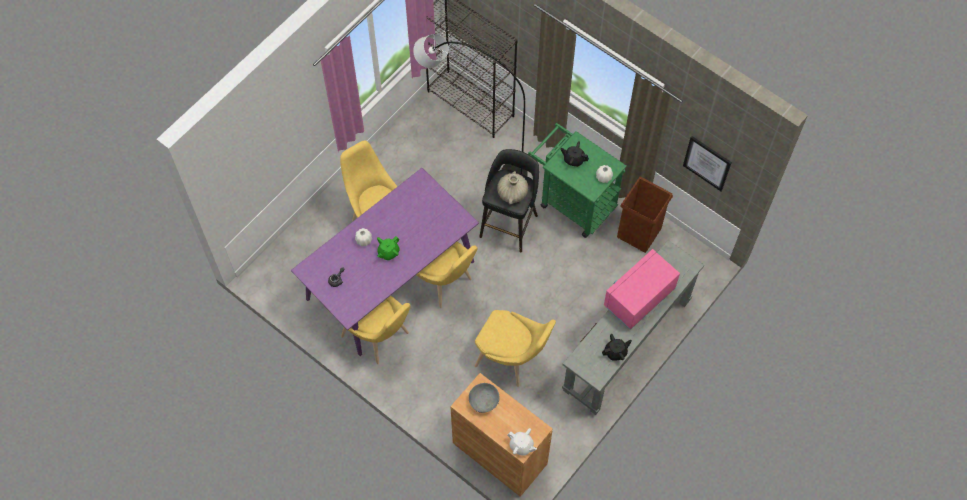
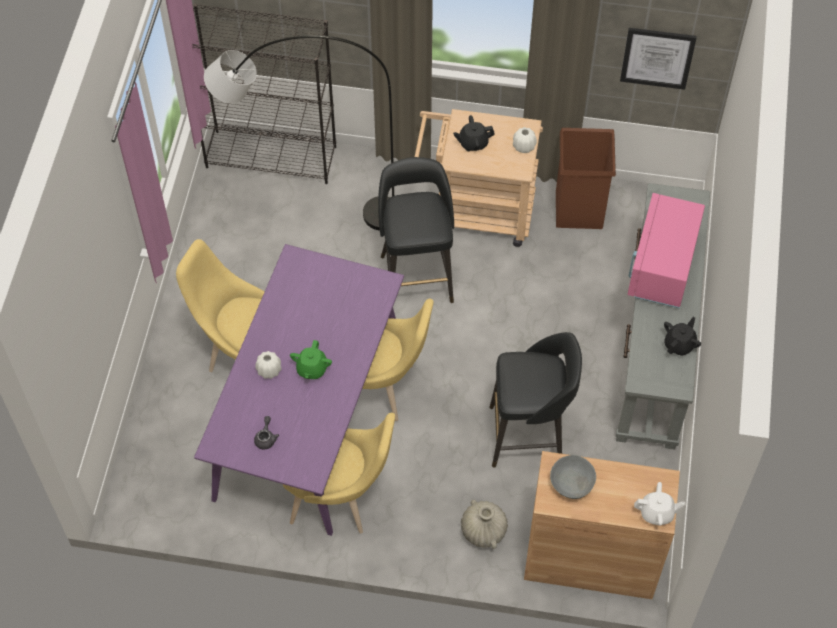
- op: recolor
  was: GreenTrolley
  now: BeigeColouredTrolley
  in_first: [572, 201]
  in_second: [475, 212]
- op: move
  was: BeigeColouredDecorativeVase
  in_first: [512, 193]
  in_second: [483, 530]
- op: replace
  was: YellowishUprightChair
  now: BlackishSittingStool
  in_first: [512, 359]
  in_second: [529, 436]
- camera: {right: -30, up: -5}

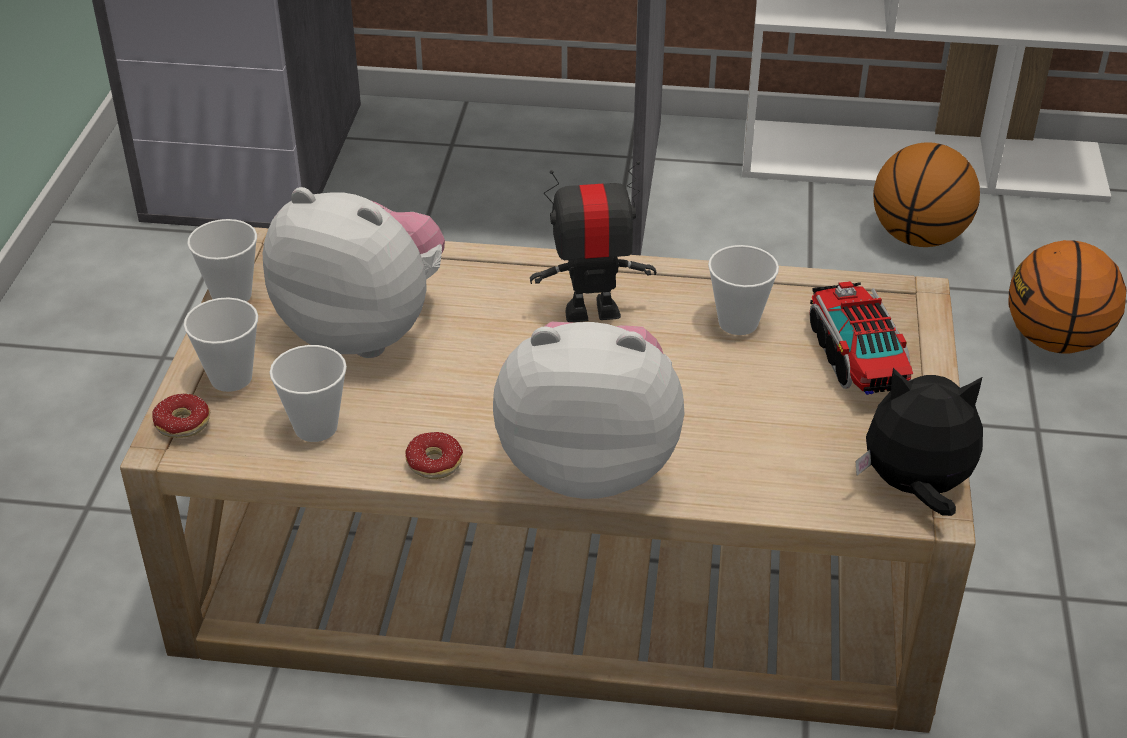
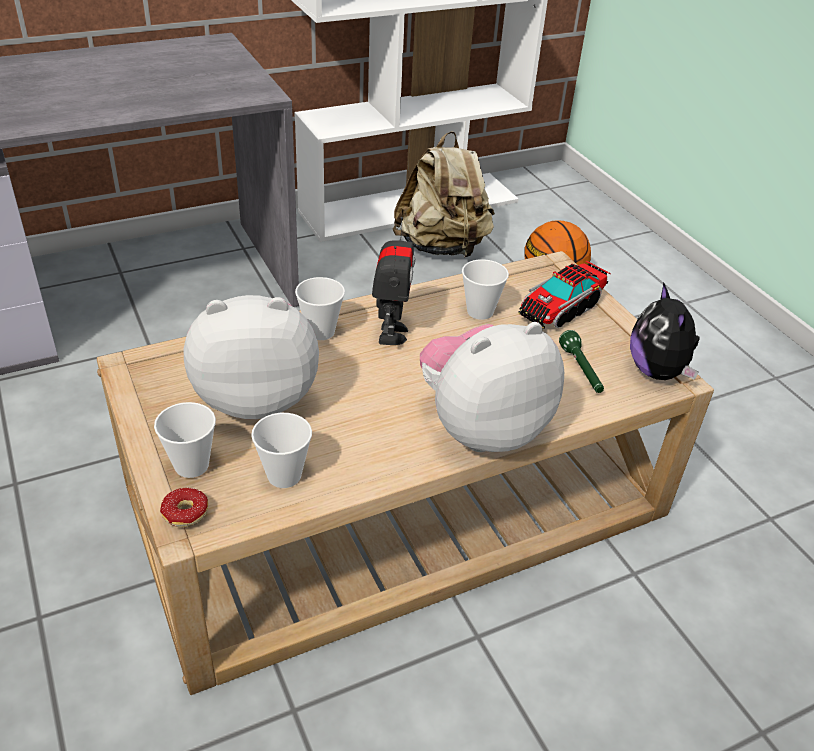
- op: move
  was: Cup
  in_first: [232, 295]
  in_second: [320, 332]
- op: rotate
  was: RobotFigure
  in_first: [592, 311]
  in_second: [391, 333]
  clockwise: 135
- op: replace
  was: Basketball
  now: BeigeColouredRucksack
  in_first: [919, 237]
  in_second: [442, 247]
- op: rotate
  was: ToyTruck
  in_first: [857, 356]
  in_second: [561, 308]
  clockwise: -90
- op: insert
  now: GreenTorch
  in_second: [581, 371]
- op: rotate
  was: SoftToy
  in_first: [915, 489]
  in_second: [658, 371]
  clockwise: -75
- op: delete
  was: Donut
  in_first: [425, 468]
- camera: {right: -35, up: 0}

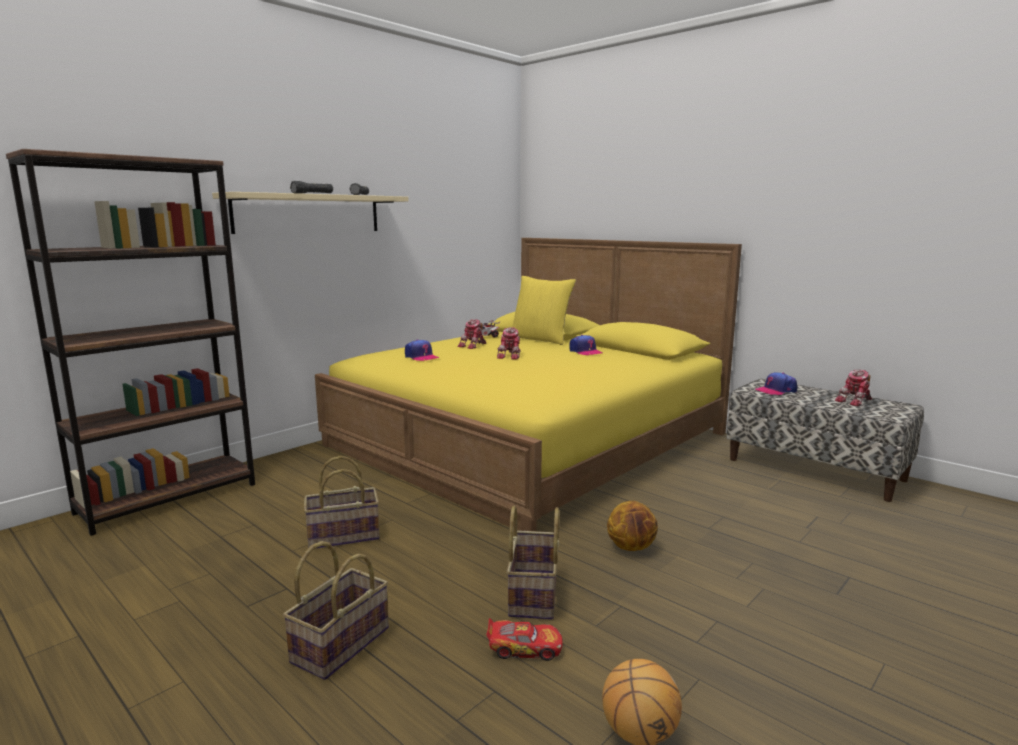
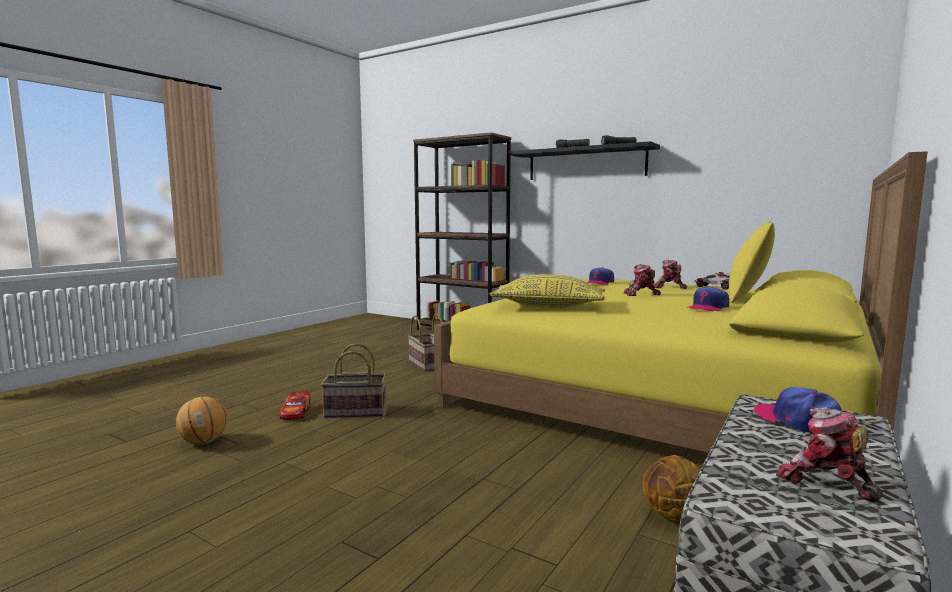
- op: insert
  now: YellowishCushion
  in_second: [548, 306]
- op: recolor
  was: BeigeColouredBracketShelf
  now: BlackishBracketShelf
  in_first: [309, 213]
  in_second: [585, 163]
- op: move
  was: Basketball
  in_first: [631, 548]
  in_second: [672, 515]
- op: delete
  was: HouseholdBasket
  in_first: [340, 644]
- camera: {right: 80, up: -5}

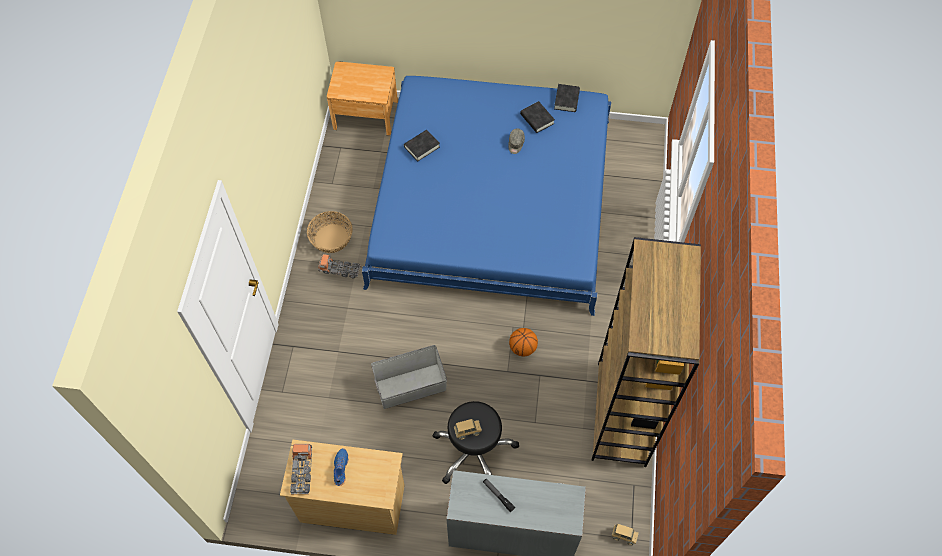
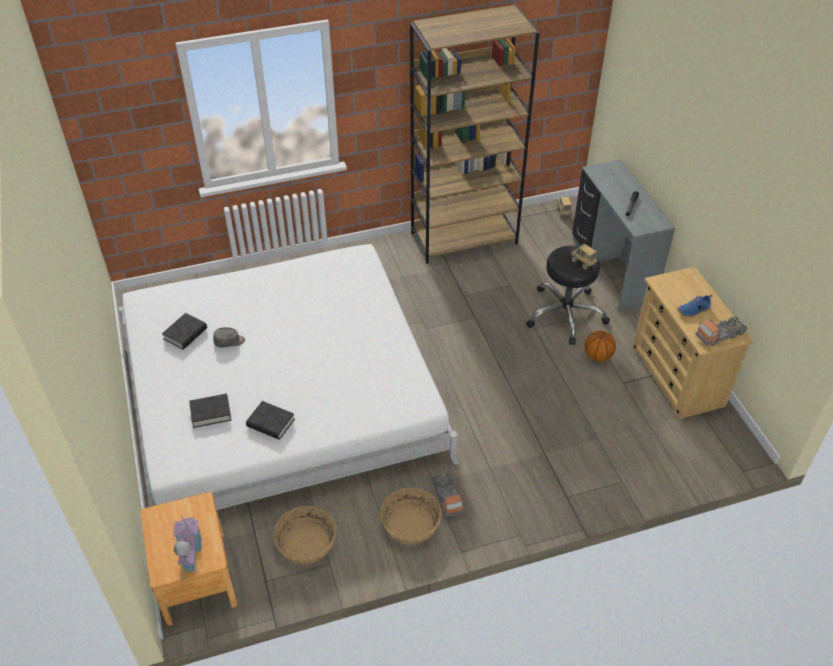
- op: recolor
  was: BluishSleepingBed
  now: WhiteColouredSleepingBed
  in_first: [491, 201]
  in_second: [282, 394]
- op: insert
  now: ToyHouse
  in_second: [190, 553]
- op: move
  was: BlackishBoundBook
  in_first: [566, 100]
  in_second: [211, 412]
- op: insert
  now: HouseholdBasket
  in_second: [306, 544]
- op: move
  was: Basketball
  in_first: [522, 348]
  in_second: [598, 356]
- op: delete
  was: GreyishStorageBin
  in_first: [411, 386]
- camera: {right: -115, up: -15}

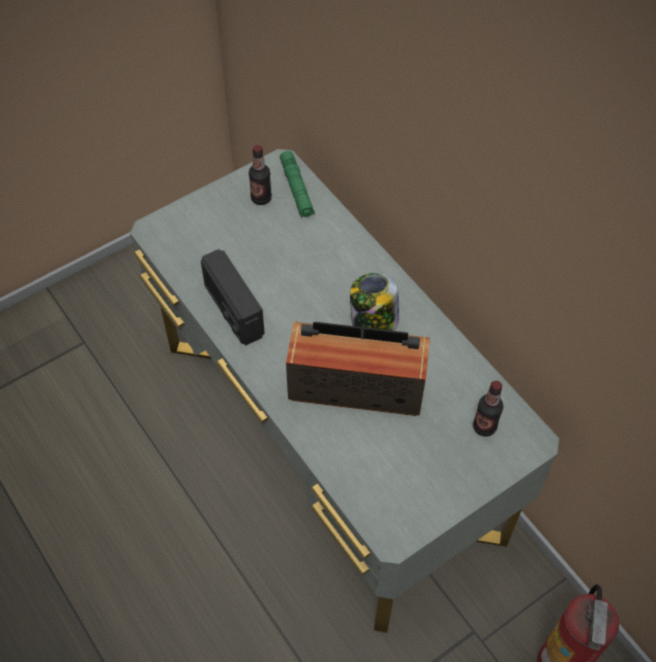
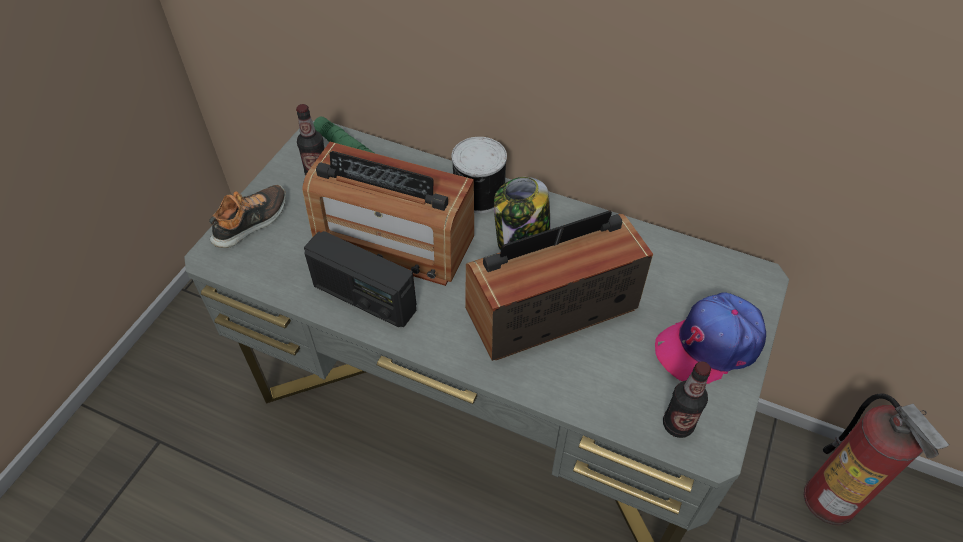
- op: insert
  now: Shoe
  in_second: [252, 222]
- op: insert
  now: RadioReceiver
  in_second: [393, 240]
- op: insert
  now: MetalCan
  in_second: [477, 194]
- op: insert
  now: PeakedCap
  in_second: [709, 345]
- op: move
  was: Bottle
  in_first: [484, 427]
  in_second: [677, 425]
- camera: {right: -30, up: -5}

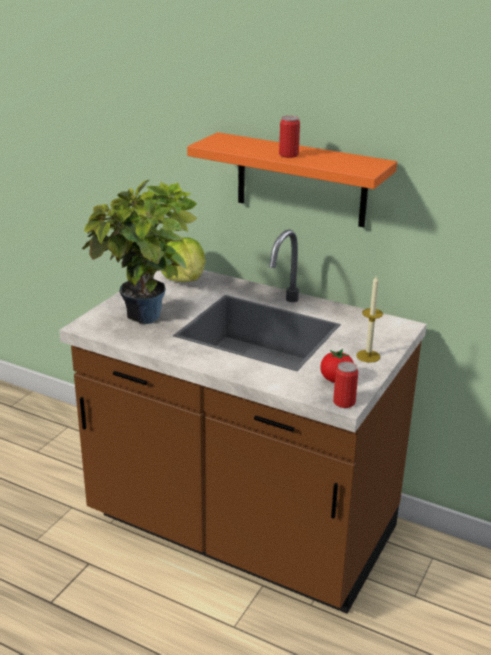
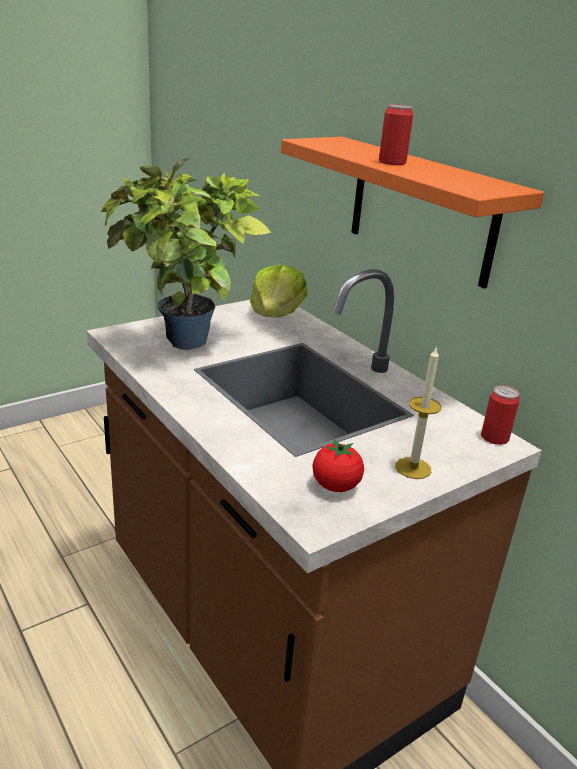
- op: move
  was: MetalCan
  in_first: [344, 402]
  in_second: [494, 437]
- camera: {right: 25, up: 0}

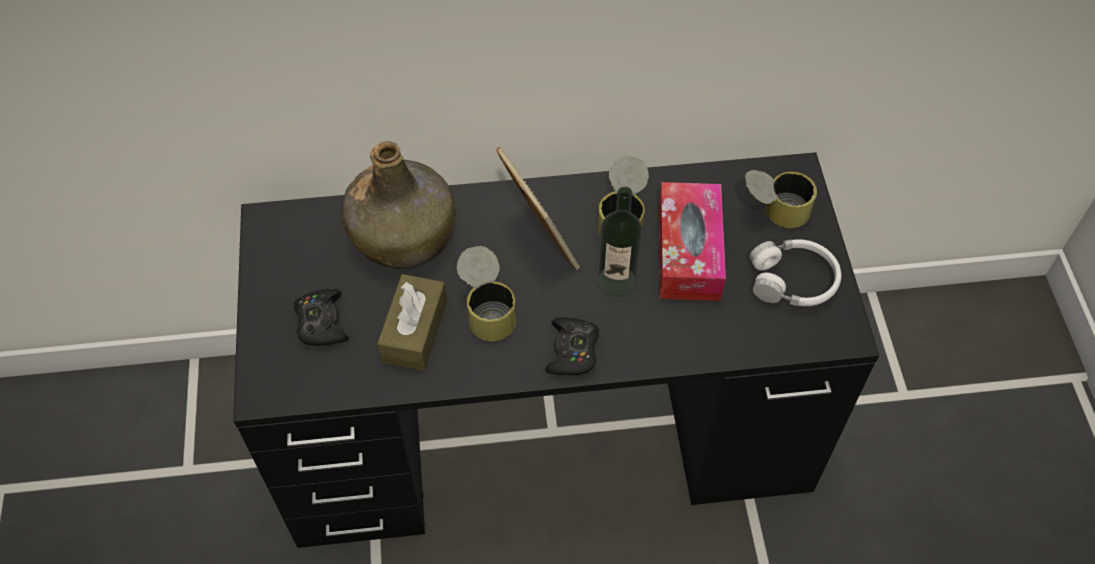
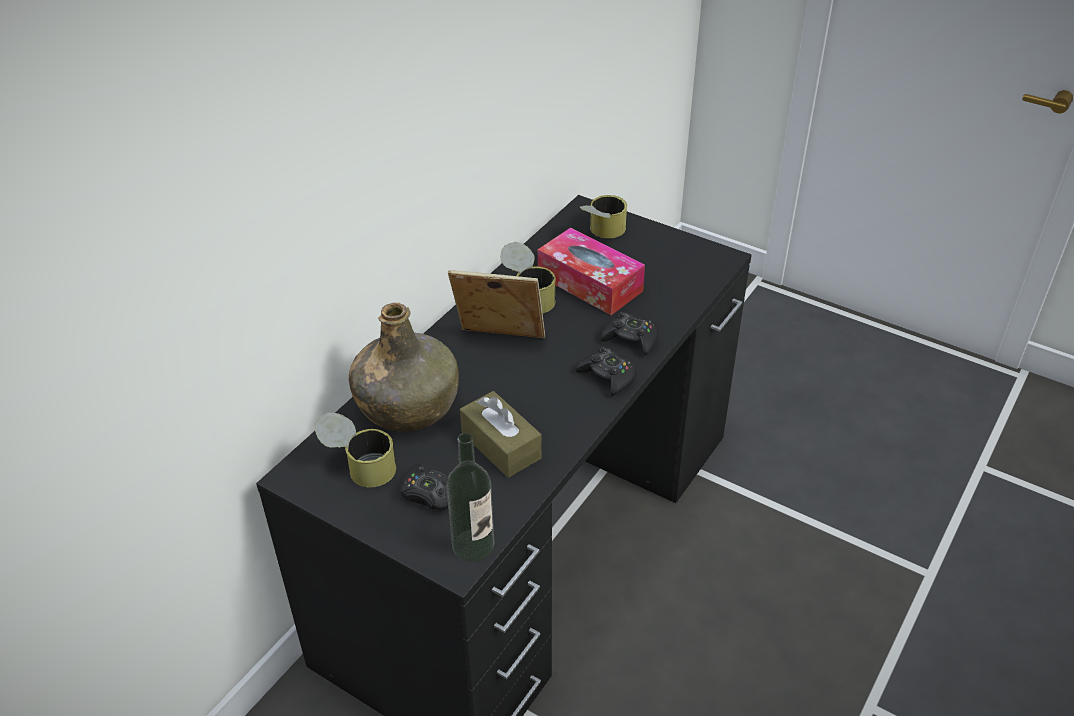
- op: move
  was: MetalCan
  in_first: [487, 308]
  in_second: [359, 466]
- op: move
  was: Bottle
  in_first: [616, 280]
  in_second: [473, 545]
- op: insert
  now: BlackishGamepad
  in_second: [631, 339]
- op: delete
  was: WhiteColouredPairOfHeadphones
  in_first: [793, 281]
- camera: {right: -50, up: -15}

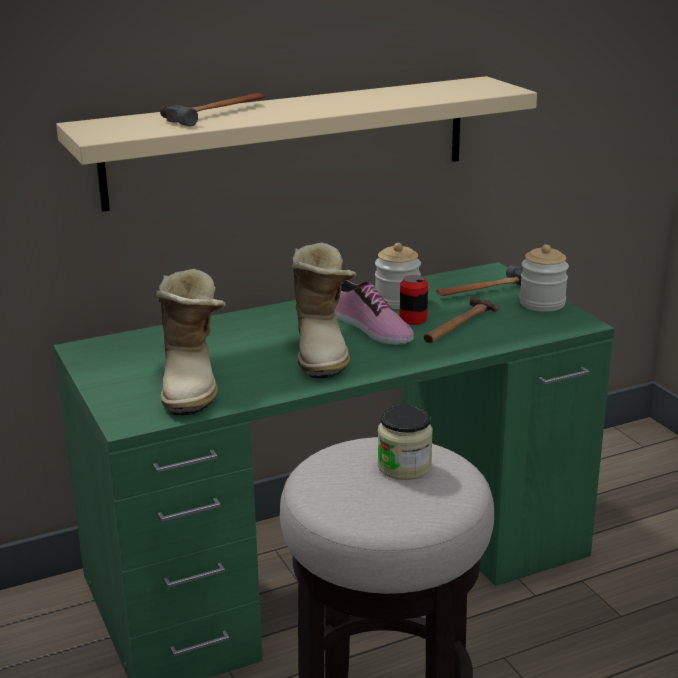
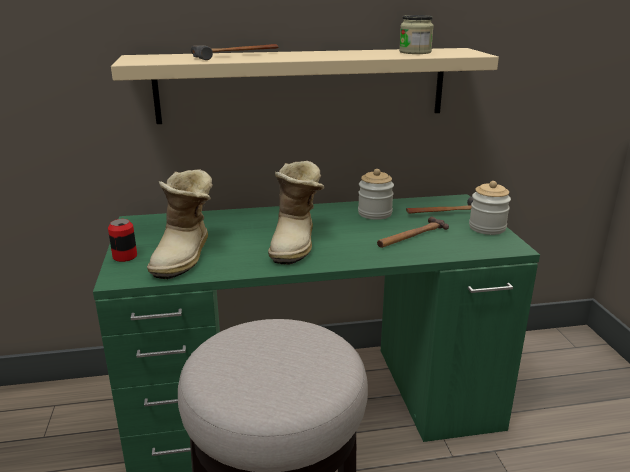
- op: move
  was: MetalCan
  in_first: [413, 319]
  in_second: [125, 256]
- op: move
  was: Jar
  in_first: [404, 466]
  in_second: [415, 52]
- op: delete
  was: Shoe
  in_first: [369, 328]
- camera: {right: 15, up: 0}

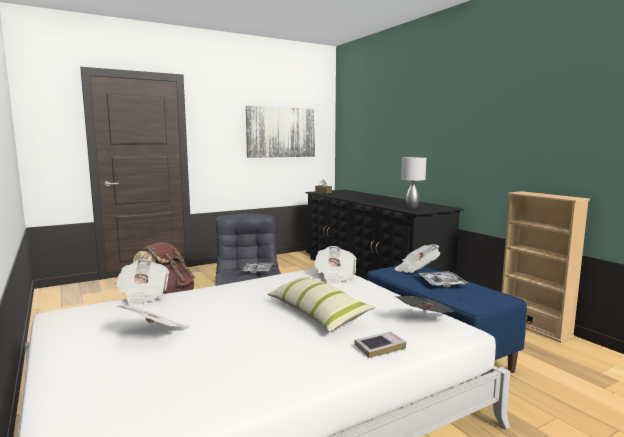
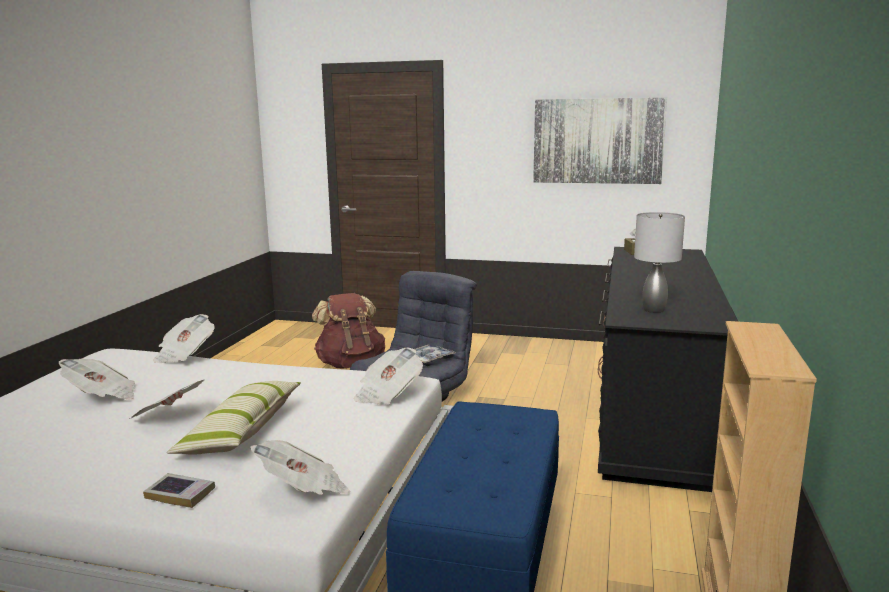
- op: move
  was: DailyPaper
  in_first: [416, 270]
  in_second: [169, 417]
- op: delete
  was: ServingTray
  in_first: [442, 283]
- camera: {right: 45, up: 5}

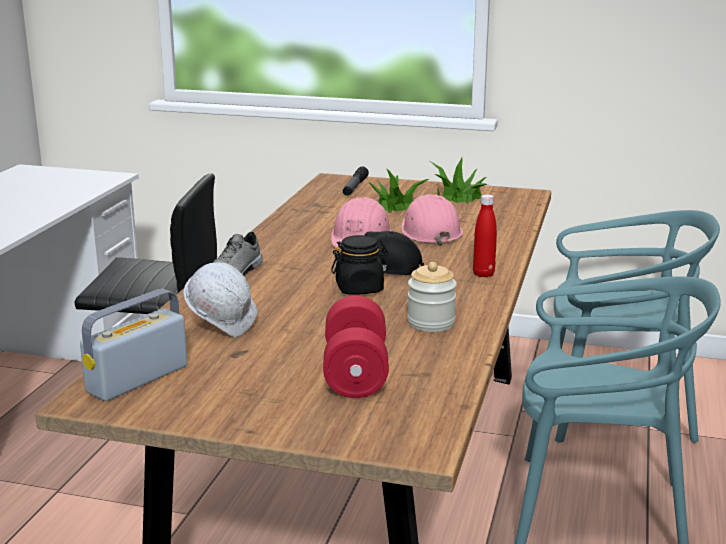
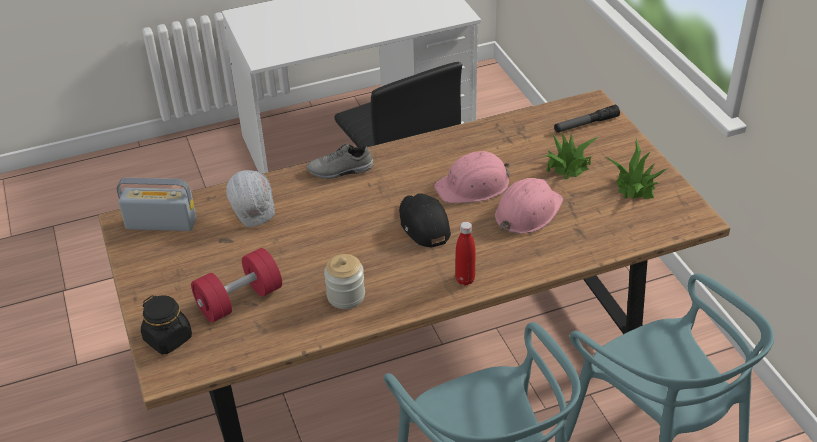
- op: move
  was: BlackishJar
  in_first: [360, 288]
  in_second: [168, 339]
- camera: {right: 55, up: 20}

